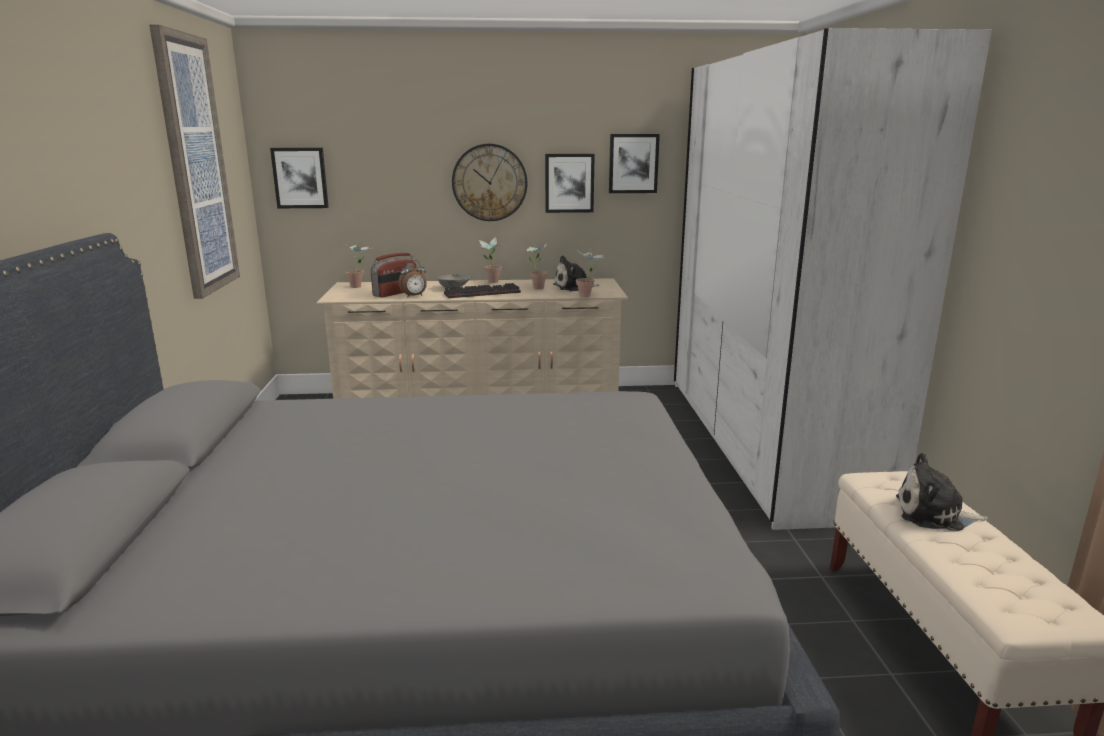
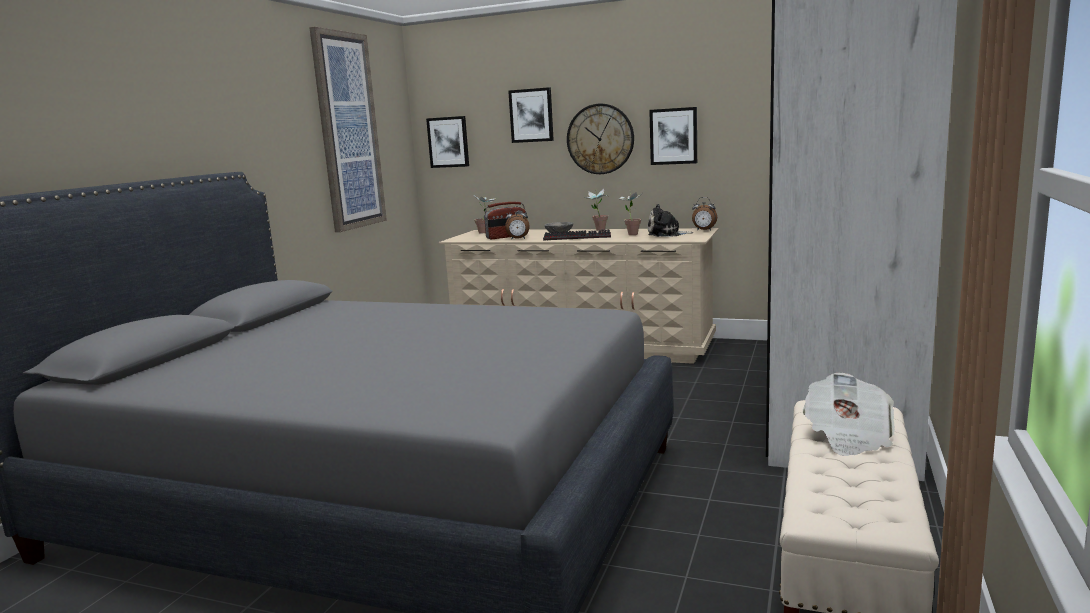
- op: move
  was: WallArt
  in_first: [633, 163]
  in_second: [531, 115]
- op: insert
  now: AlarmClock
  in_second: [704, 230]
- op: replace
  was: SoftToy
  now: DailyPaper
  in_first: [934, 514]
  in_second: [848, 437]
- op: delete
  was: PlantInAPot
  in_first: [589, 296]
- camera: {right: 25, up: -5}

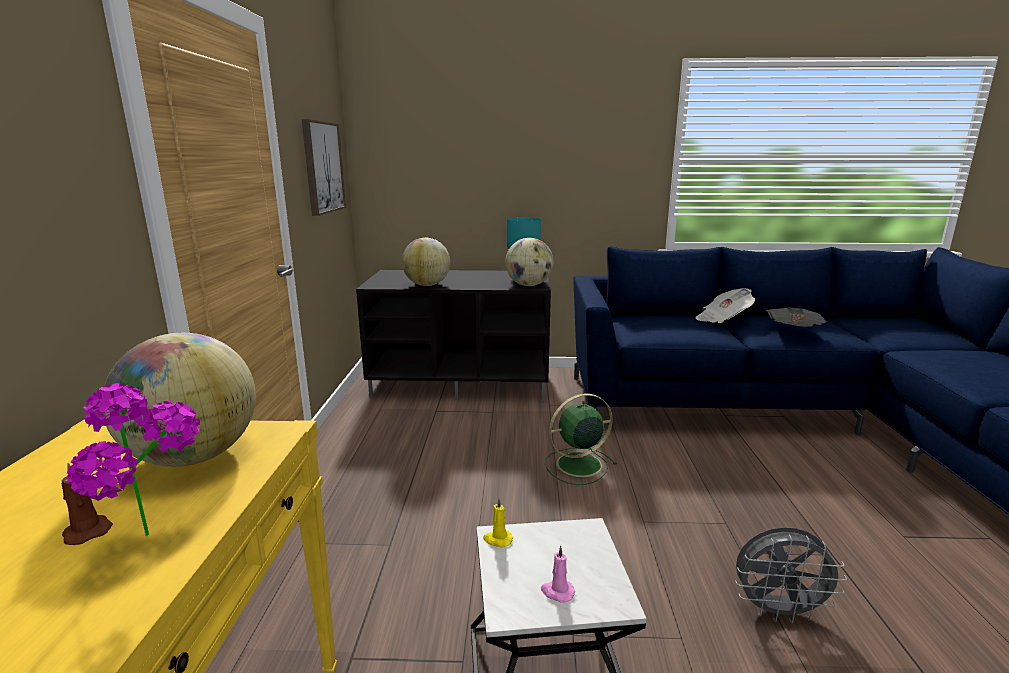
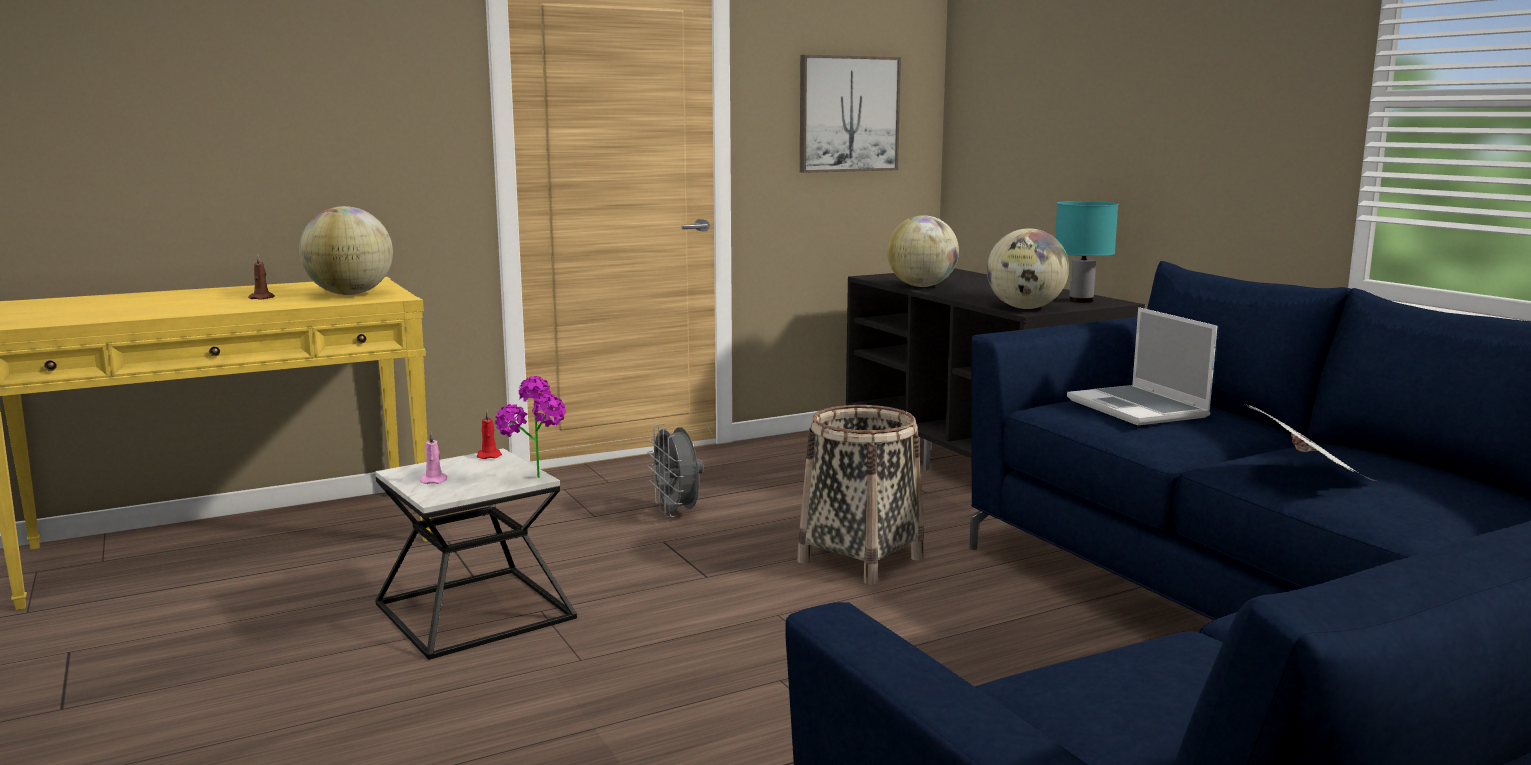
- op: recolor
  was: YellowishWaxLight
  now: RedColouredWaxLight
  in_first: [497, 539]
  in_second: [489, 456]
- op: move
  was: PlantInAPot
  in_first: [159, 541]
  in_second: [536, 481]
- op: move
  was: GreyishFan
  in_first: [778, 611]
  in_second: [677, 513]
- op: replace
  was: GreenFan
  now: HouseholdBasket
  in_first: [577, 465]
  in_second: [860, 559]
- op: insert
  now: Laptop
  in_second: [1139, 409]
- op: delete
  was: DailyPaper
  in_first: [722, 319]
- camera: {right: 60, up: -5}

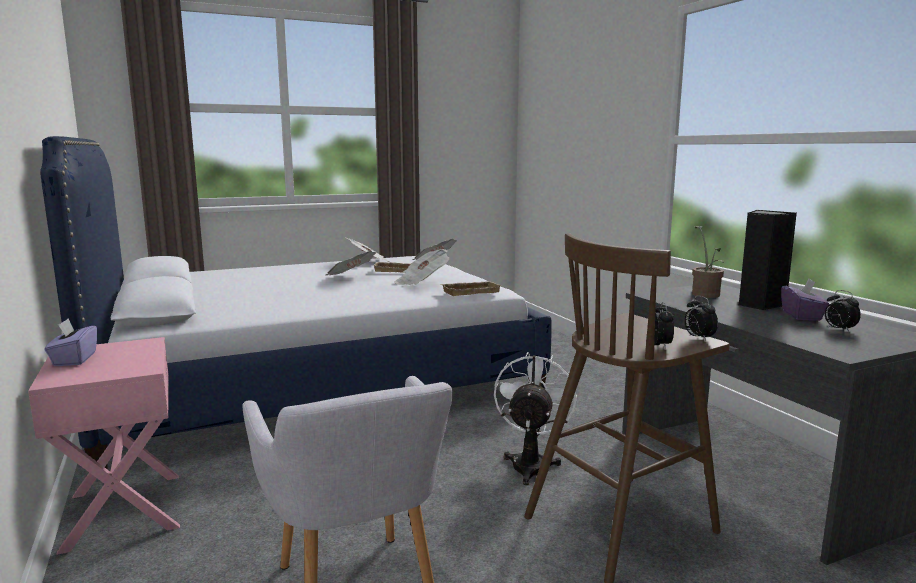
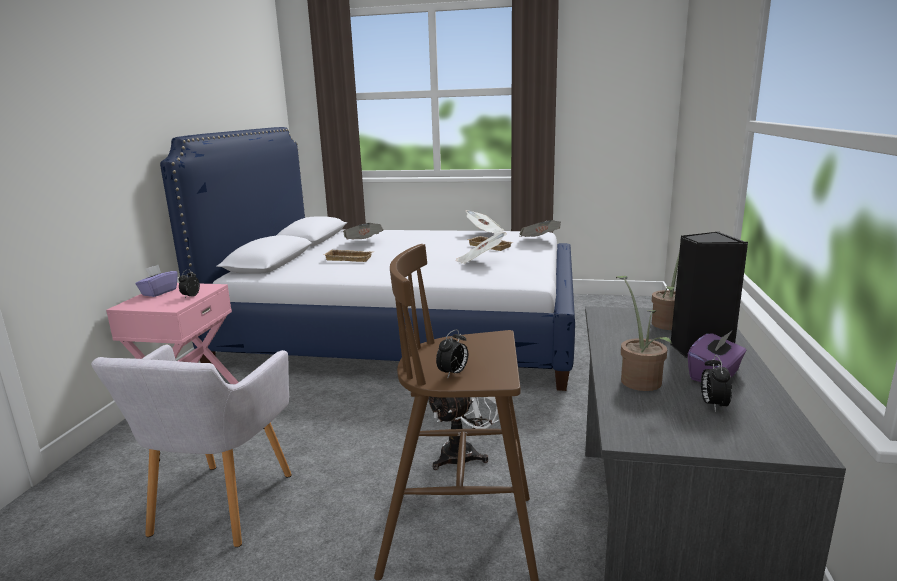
- op: move
  was: AlarmClock
  in_first: [698, 338]
  in_second: [190, 296]
- op: move
  was: BeigeColouredServingTray
  in_first: [470, 291]
  in_second: [350, 258]
- op: move
  was: DailyPaper
  in_first: [351, 277]
  in_second: [363, 243]
- op: insert
  now: PlantInAPot
  in_second: [639, 378]
- camera: {right: 35, up: 5}

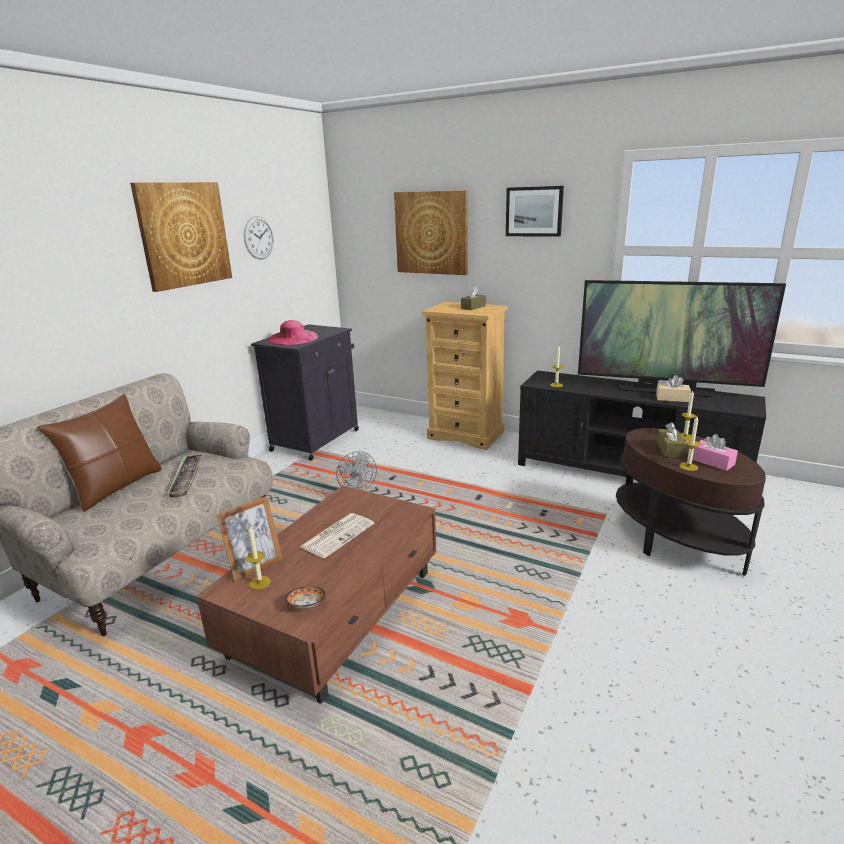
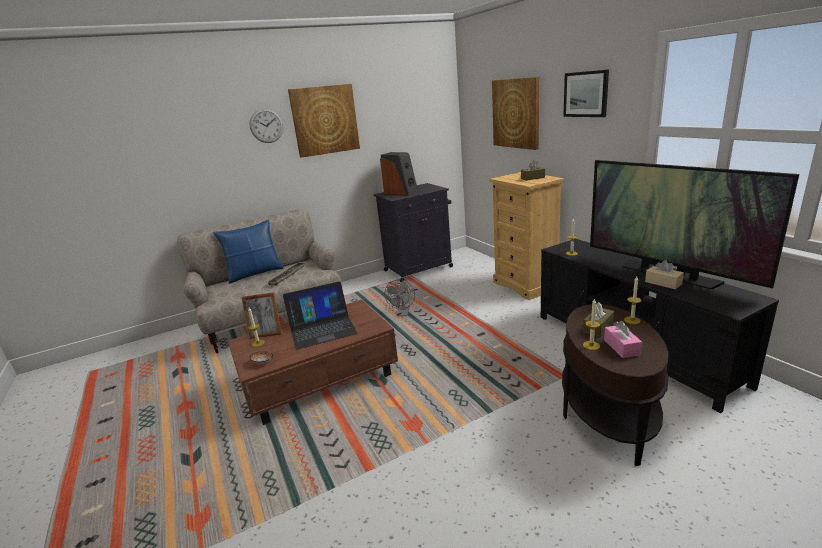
- op: recolor
  was: BrownishCushion
  now: BluishCushion
  in_first: [116, 487]
  in_second: [255, 273]
- op: move
  was: HangingClock
  in_first: [259, 238]
  in_second: [266, 126]
- op: replace
  was: DailyPaper
  now: Laptop
  in_first: [337, 535]
  in_second: [322, 329]
- op: replace
  was: PinkColouredHat
  now: Loudspeaker
  in_first: [293, 338]
  in_second: [401, 193]
- camera: {right: 35, up: 0}

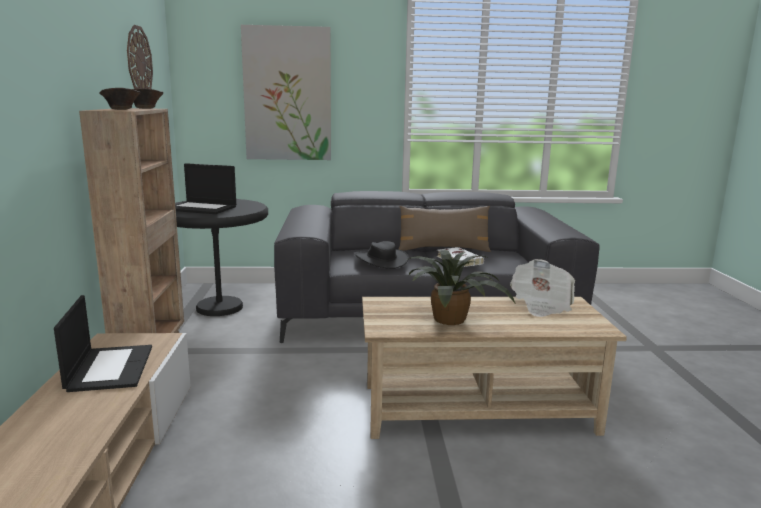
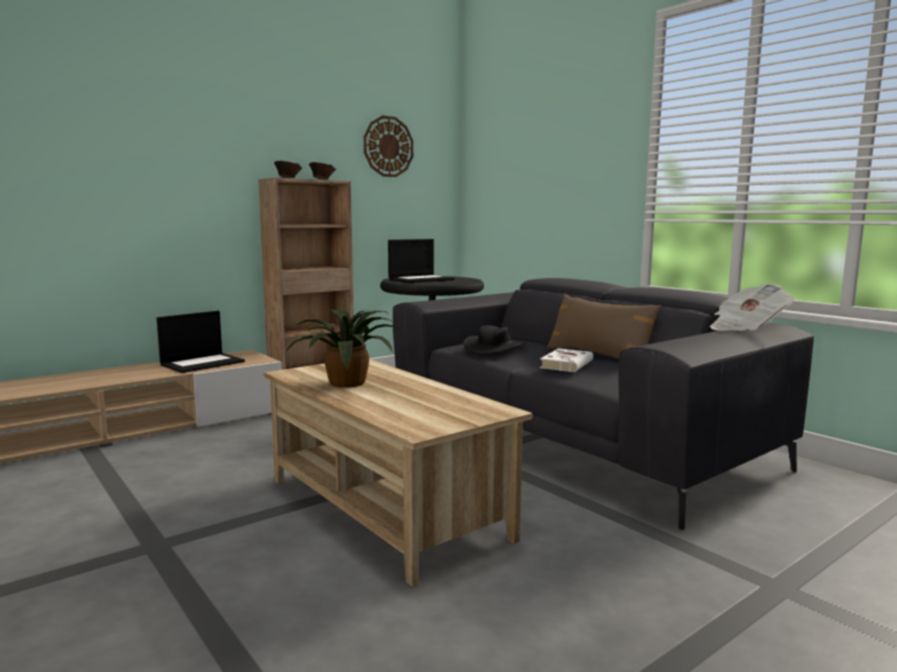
- op: rotate
  was: Laptop
  in_first: [202, 208]
  in_second: [421, 279]
  clockwise: -105
- op: move
  was: DailyPaper
  in_first: [541, 305]
  in_second: [746, 328]
- op: delete
  was: WallArt
  in_first: [287, 94]
- camera: {right: 55, up: -5}

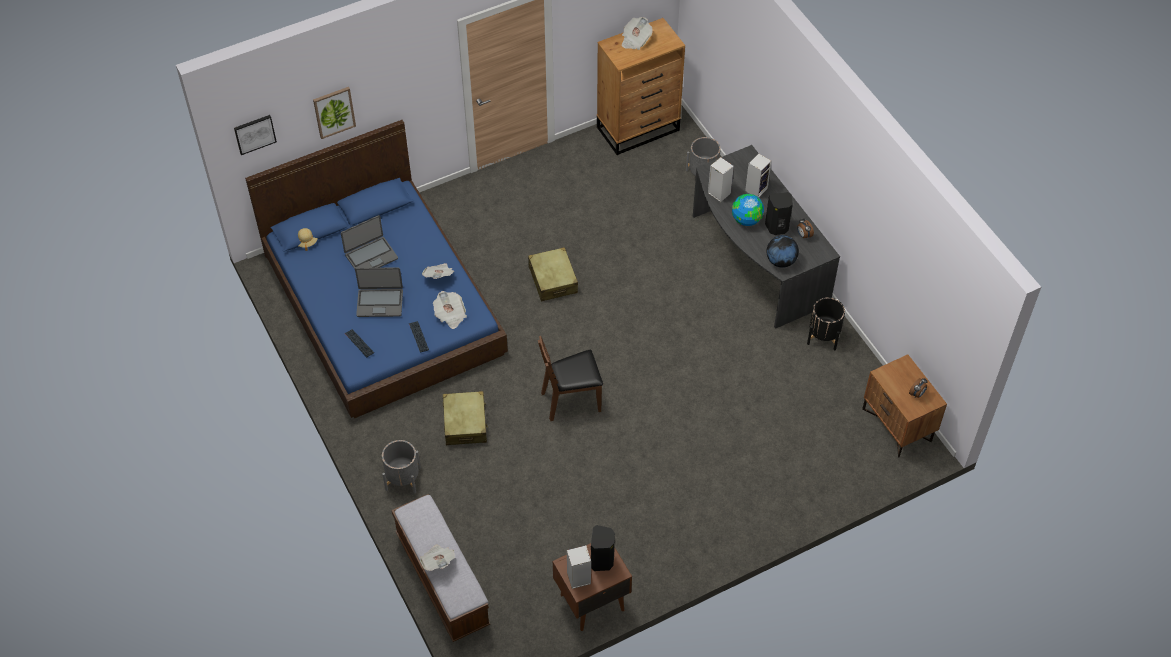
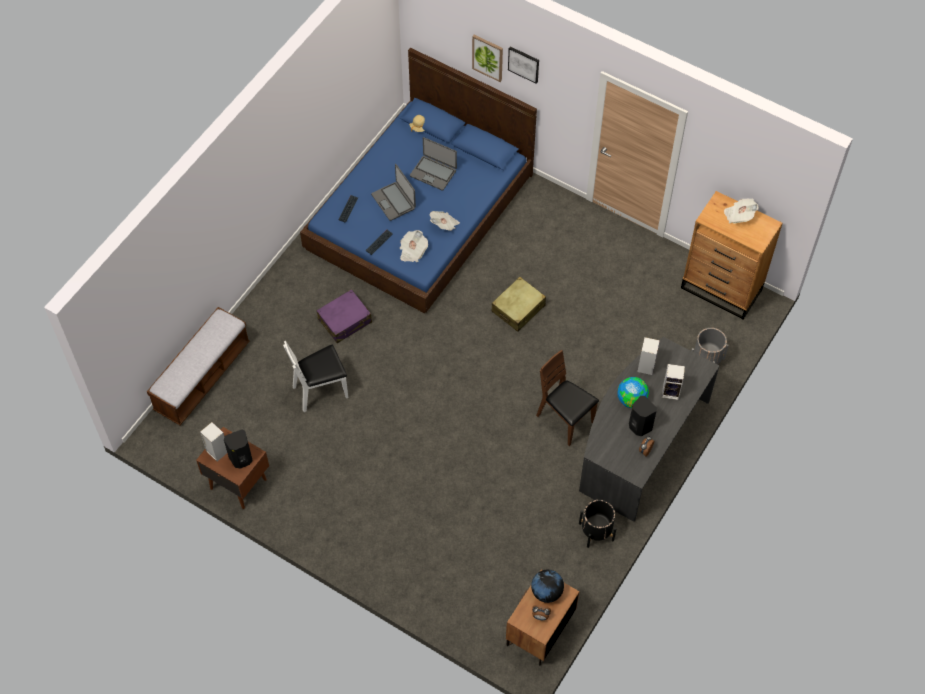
- op: insert
  now: WhiteColouredUprightChair
  in_second: [320, 391]
- op: recolor
  was: BeigeColouredTravelCase
  now: PurpleColouredTravelCase
  in_first: [465, 423]
  in_second: [345, 321]
- op: move
  was: WallArt
  in_first: [254, 134]
  in_second: [524, 64]
- op: move
  was: Globe
  in_first: [780, 261]
  in_second: [546, 592]
- op: move
  was: BrownishUprightChair
  in_first: [571, 401]
  in_second: [565, 420]
- op: delete
  was: GreyishPlanter
  in_first: [403, 478]
- op: delete
  was: DailyPaper
  in_first: [438, 561]
- camera: {right: 60, up: 5}

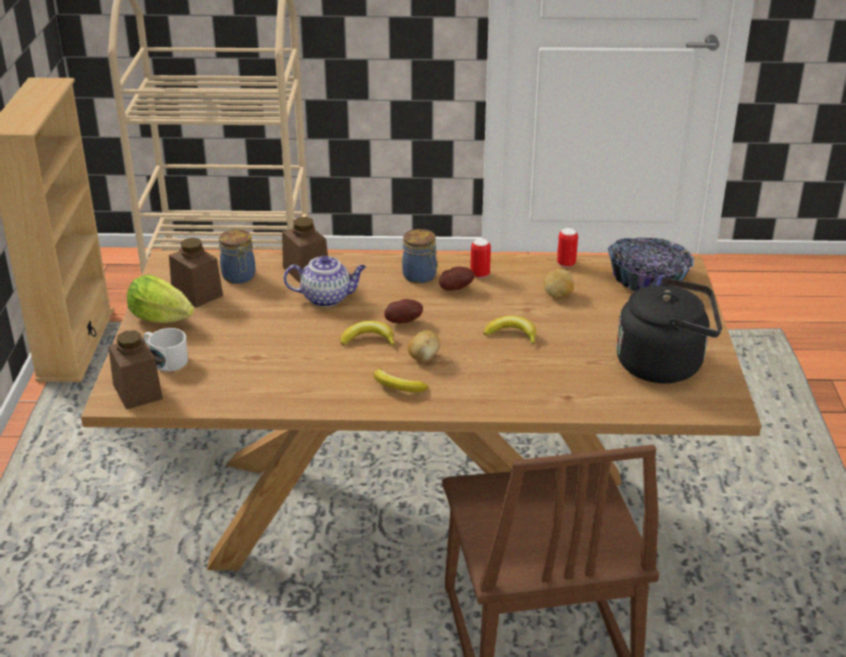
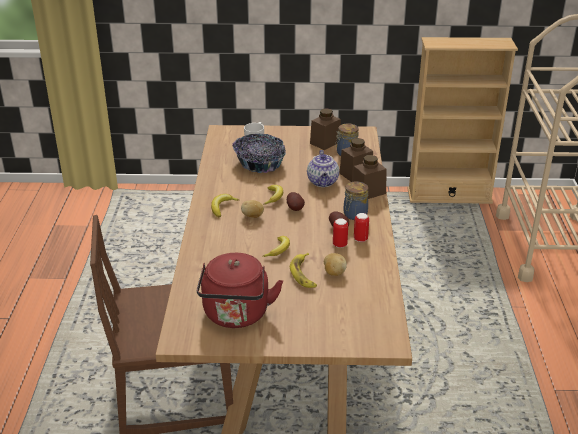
- op: recolor
  was: BlackishWaterKettle
  now: RedColouredWaterKettle
  in_first: [665, 365]
  in_second: [236, 315]
- op: move
  was: DeepDish
  in_first: [648, 280]
  in_second: [259, 163]
- op: insert
  now: BananaFruit
  in_second: [304, 274]
- op: move
  was: MetalCan
  in_first: [566, 264]
  in_second: [339, 245]
- op: move
  was: BrownishJar
  in_first: [137, 392]
  in_second: [368, 192]
- op: delete
  was: LettuceHead
  in_first: [164, 320]
- camera: {right: 90, up: 0}

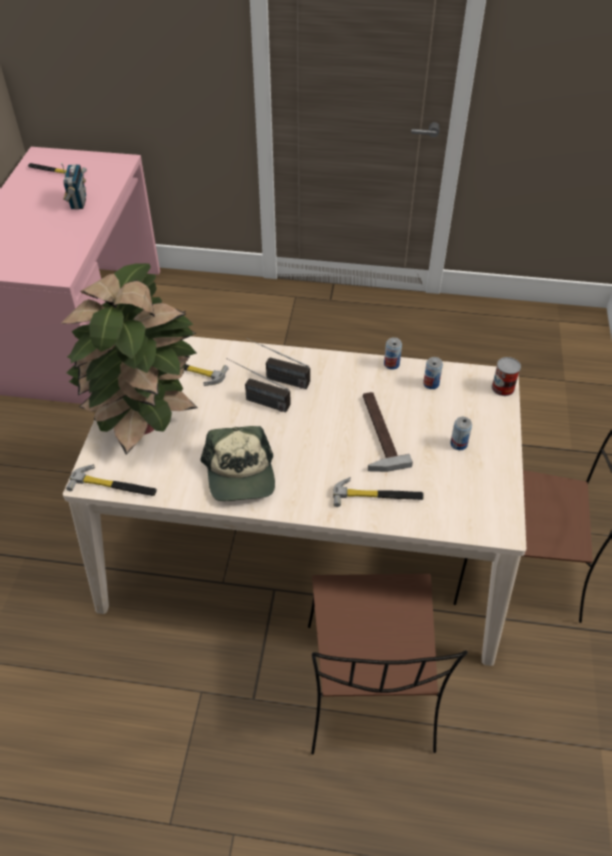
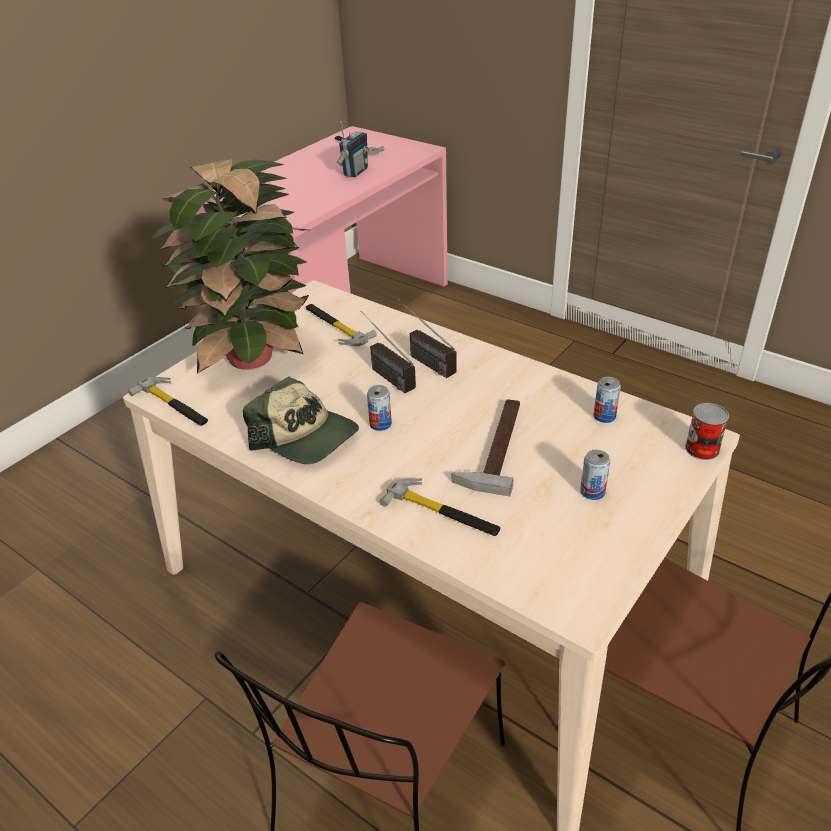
- op: rotate
  was: PeakedCap
  in_first: [240, 474]
  in_second: [305, 436]
  clockwise: -75
- op: move
  was: MetalCan
  in_first: [391, 364]
  in_second: [380, 424]
- camera: {right: 30, up: -10}

